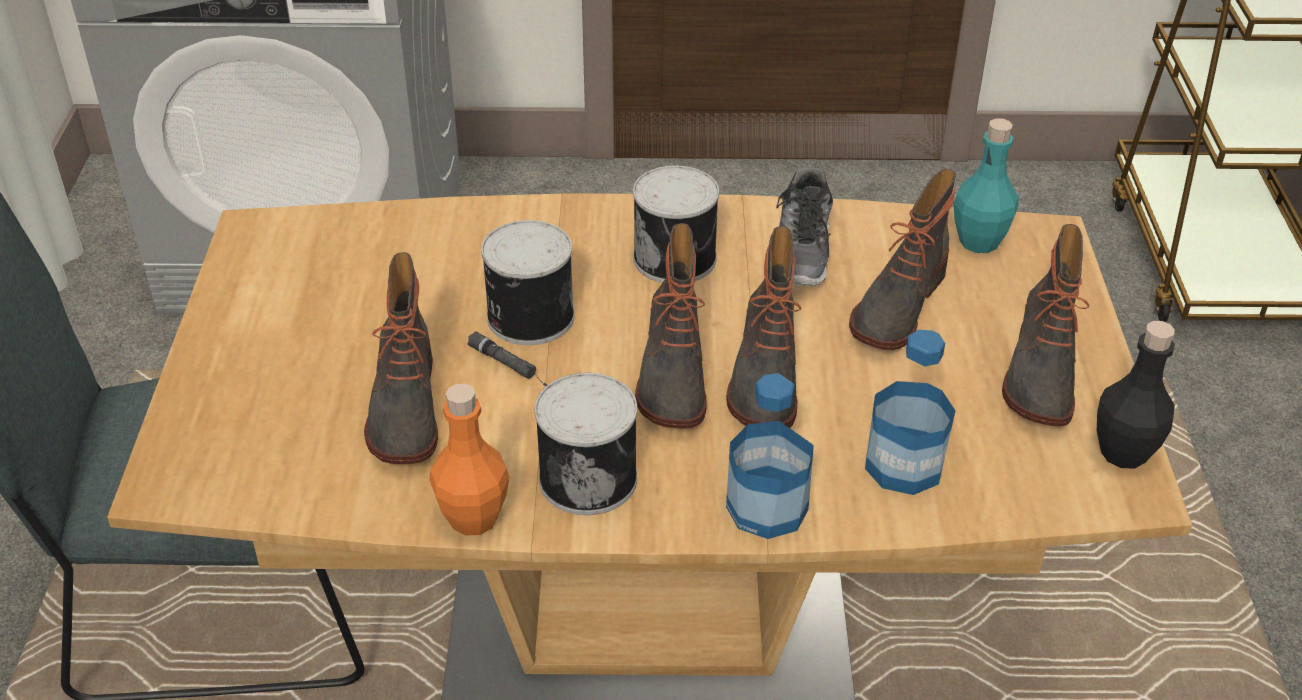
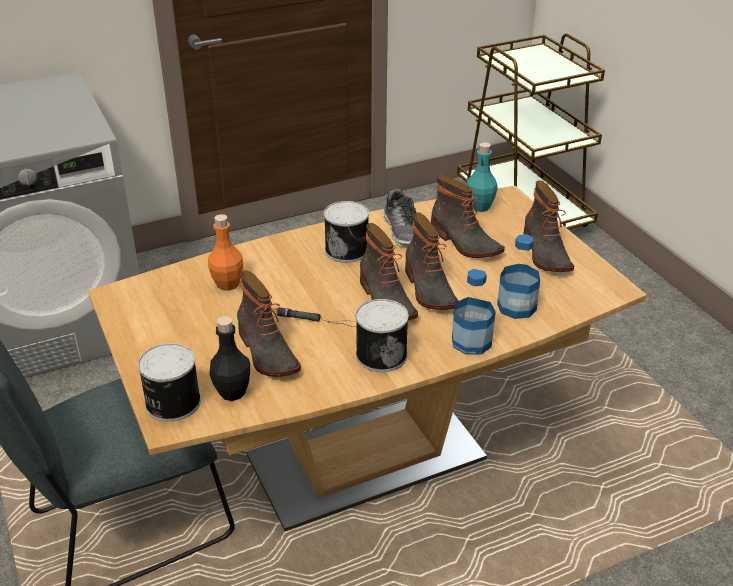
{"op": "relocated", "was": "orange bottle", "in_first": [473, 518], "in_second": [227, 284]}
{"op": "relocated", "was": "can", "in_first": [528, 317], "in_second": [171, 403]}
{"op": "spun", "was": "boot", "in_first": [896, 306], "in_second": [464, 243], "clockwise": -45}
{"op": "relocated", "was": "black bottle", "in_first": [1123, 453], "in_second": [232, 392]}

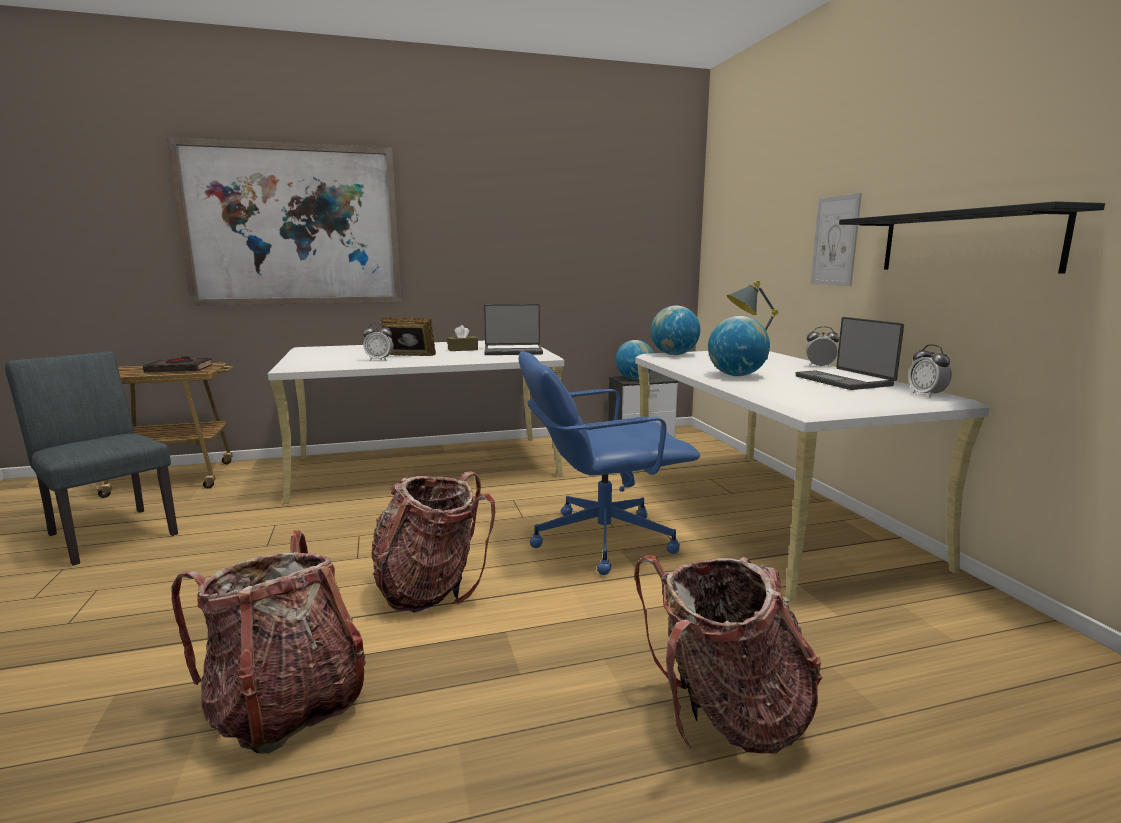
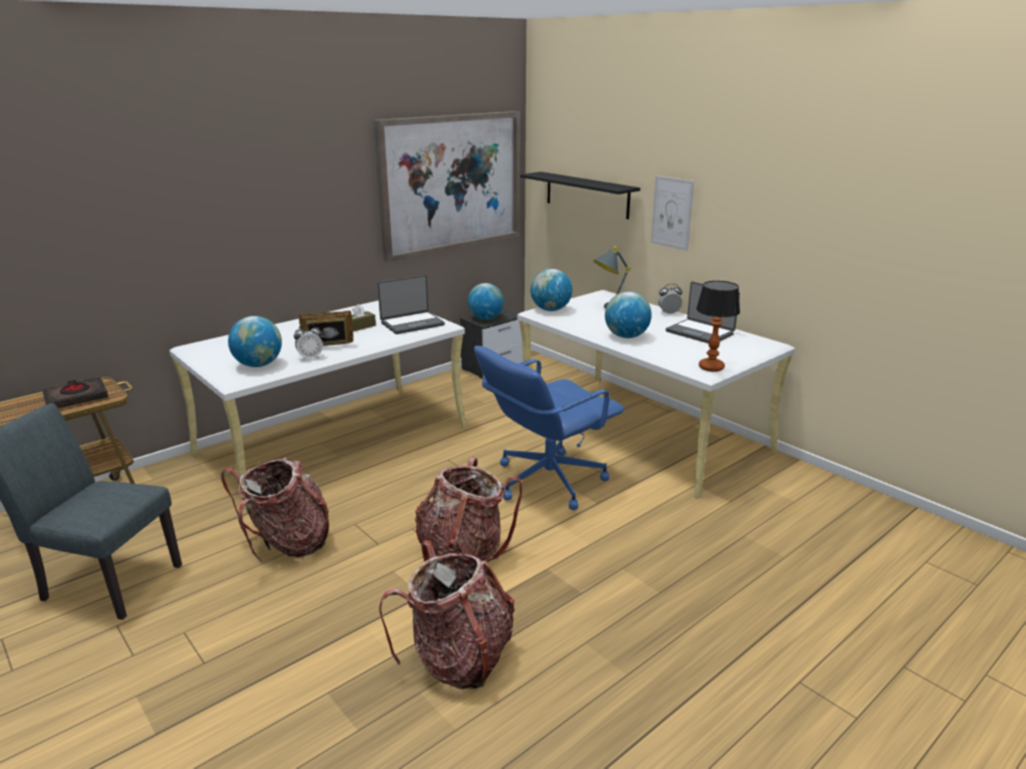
{"op": "relocated", "was": "picture", "in_first": [294, 226], "in_second": [451, 183]}
{"op": "relocated", "was": "backpack", "in_first": [726, 716], "in_second": [288, 544]}
{"op": "relocated", "was": "black shelf", "in_first": [965, 242], "in_second": [587, 194]}
{"op": "missing", "was": "alarm clock", "in_first": [926, 395]}
{"op": "appeared", "now": "globe", "in_second": [258, 365]}
{"op": "appeared", "now": "table lamp", "in_second": [711, 367]}

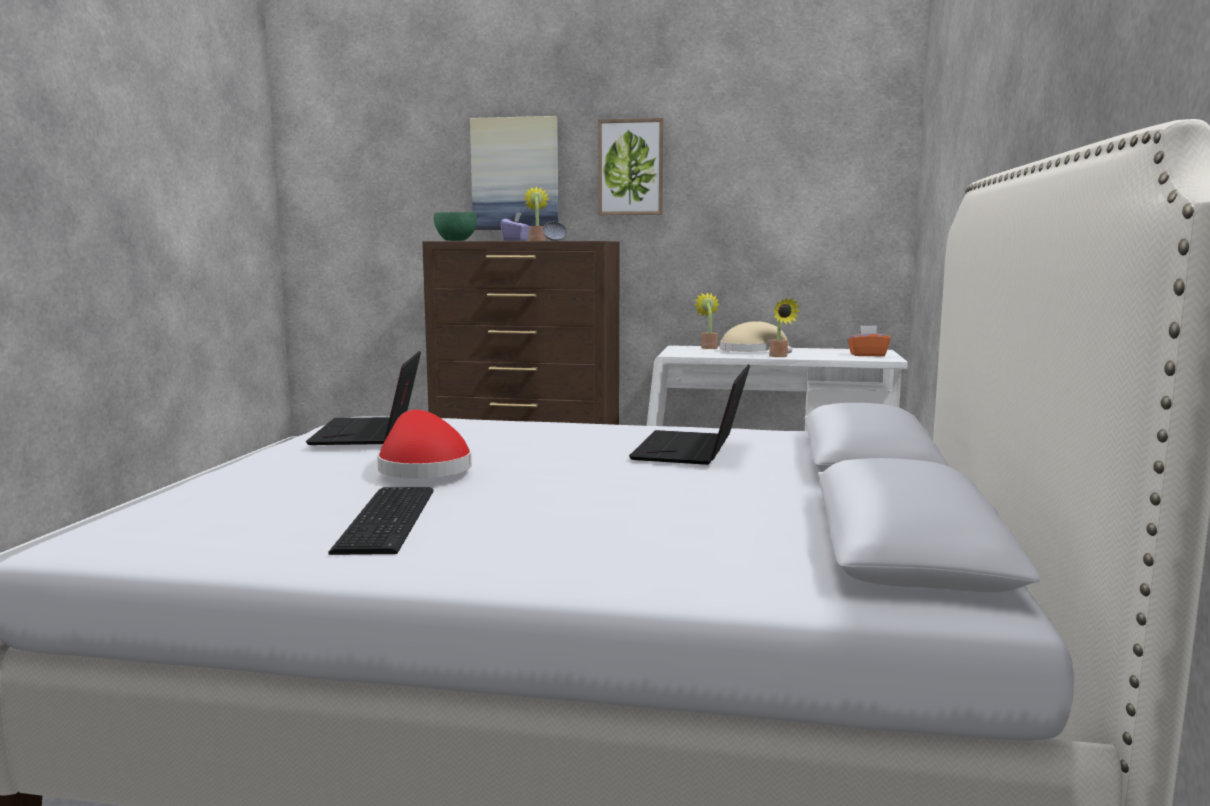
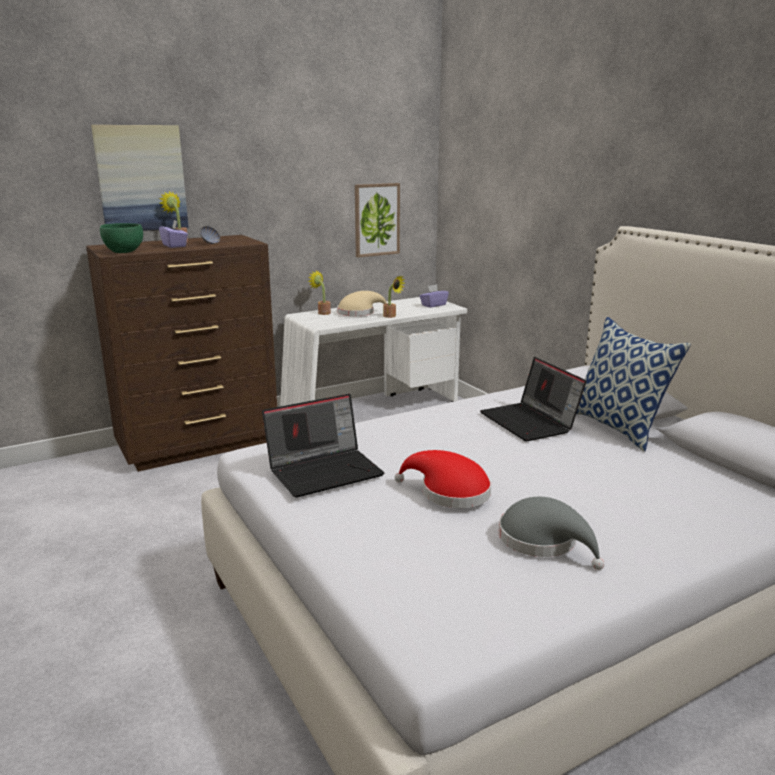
{"op": "spun", "was": "laptop", "in_first": [369, 433], "in_second": [325, 470], "clockwise": -75}
{"op": "exchanged", "was": "keyboard", "now": "grey hat", "in_first": [391, 518], "in_second": [543, 541]}
{"op": "relocated", "was": "picture", "in_first": [630, 167], "in_second": [376, 219]}
{"op": "colour", "was": "orange tissue box", "now": "purple tissue box", "in_first": [867, 355], "in_second": [433, 305]}
{"op": "appeared", "now": "pillow", "in_second": [618, 428]}

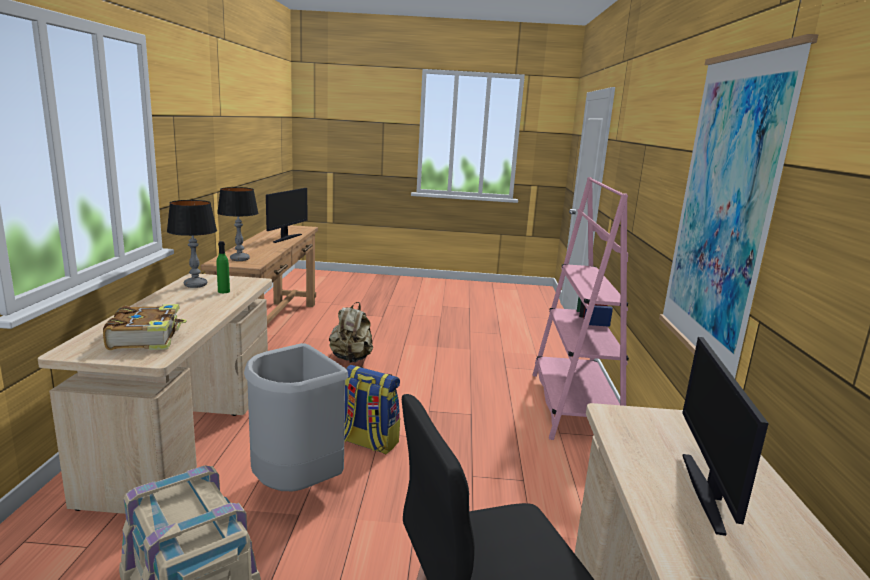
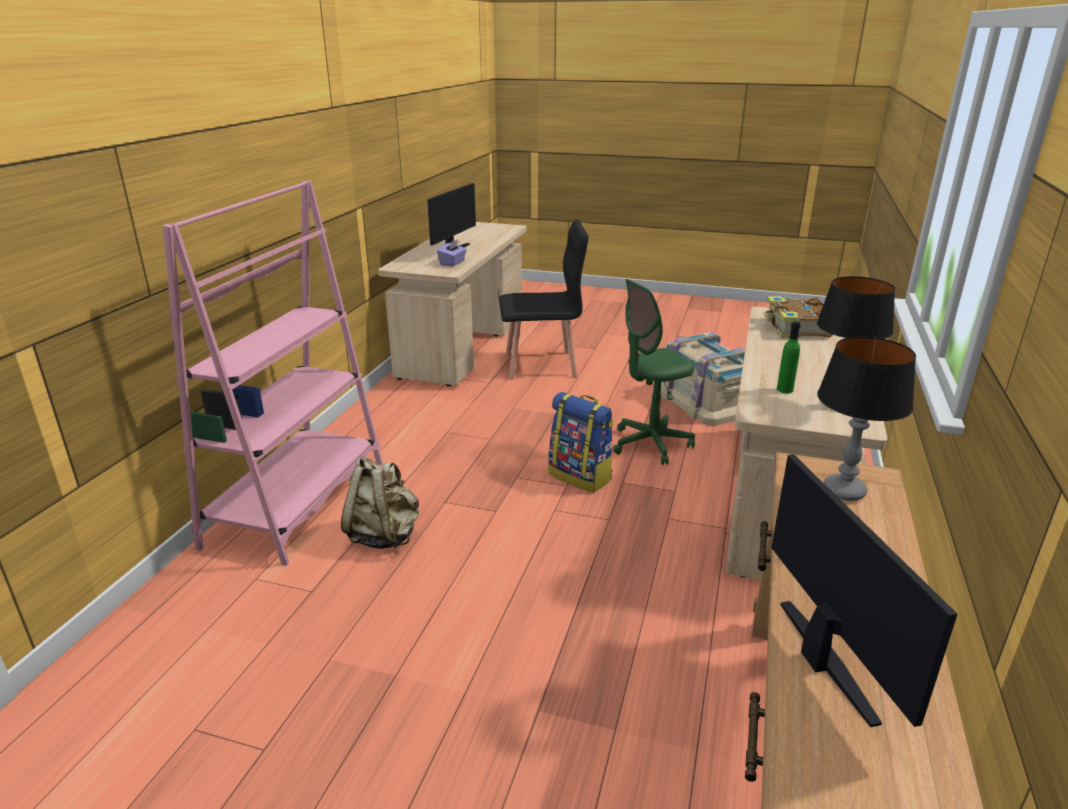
{"op": "exchanged", "was": "grey trash can", "now": "green office chair", "in_first": [295, 486], "in_second": [650, 444]}
{"op": "spun", "was": "monitor", "in_first": [286, 238], "in_second": [820, 660], "clockwise": 135}
{"op": "relocated", "was": "beige backpack", "in_first": [351, 359], "in_second": [384, 535]}
{"op": "missing", "was": "picture", "in_first": [723, 210]}
{"op": "appeared", "now": "purple tissue box", "in_second": [452, 263]}

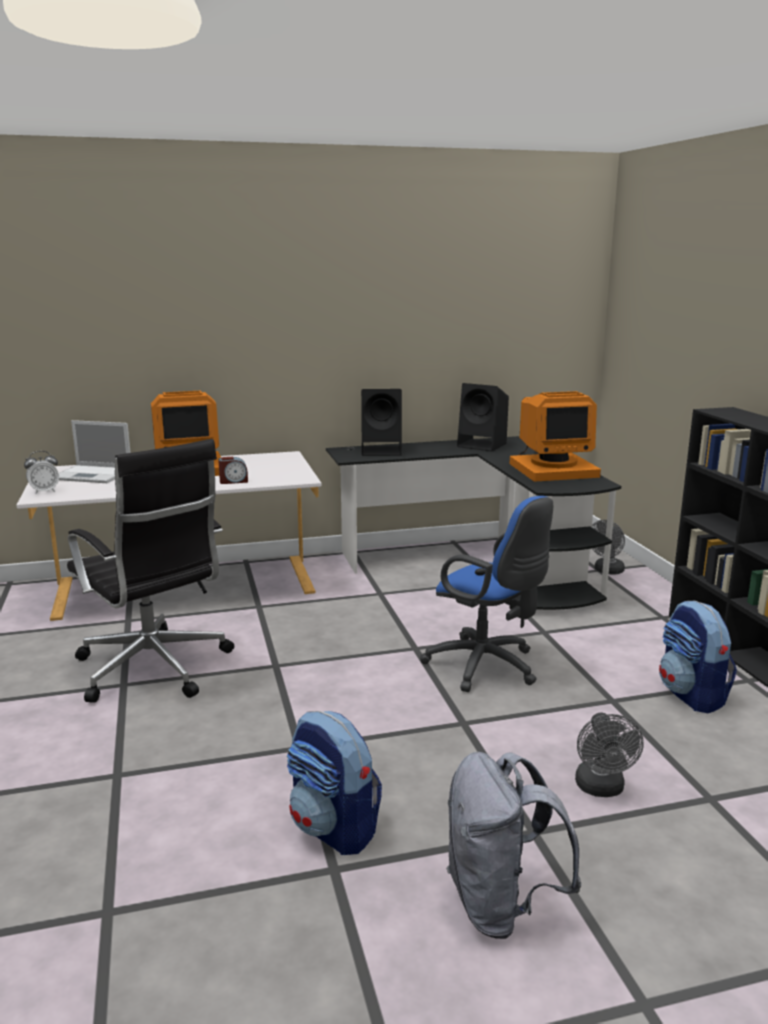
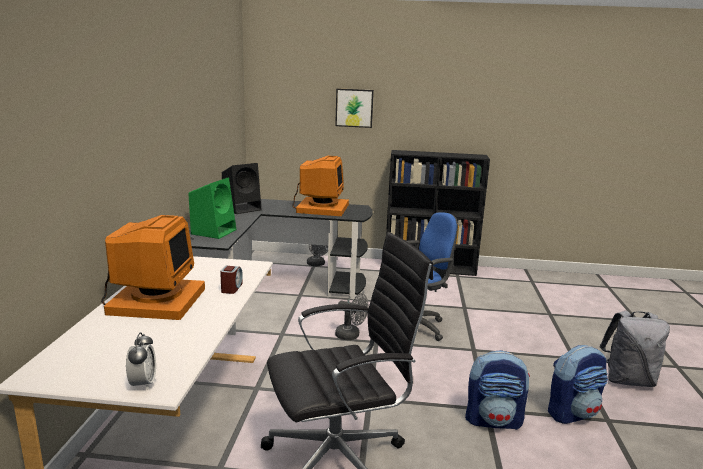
{"op": "missing", "was": "laptop", "in_first": [93, 475]}
{"op": "colour", "was": "black speaker", "now": "green speaker", "in_first": [382, 451], "in_second": [214, 231]}
{"op": "relocated", "was": "grey fan", "in_first": [601, 789], "in_second": [351, 335]}
{"op": "relocated", "was": "backpack", "in_first": [692, 695], "in_second": [493, 420]}
{"op": "appeared", "now": "picture", "in_second": [354, 108]}

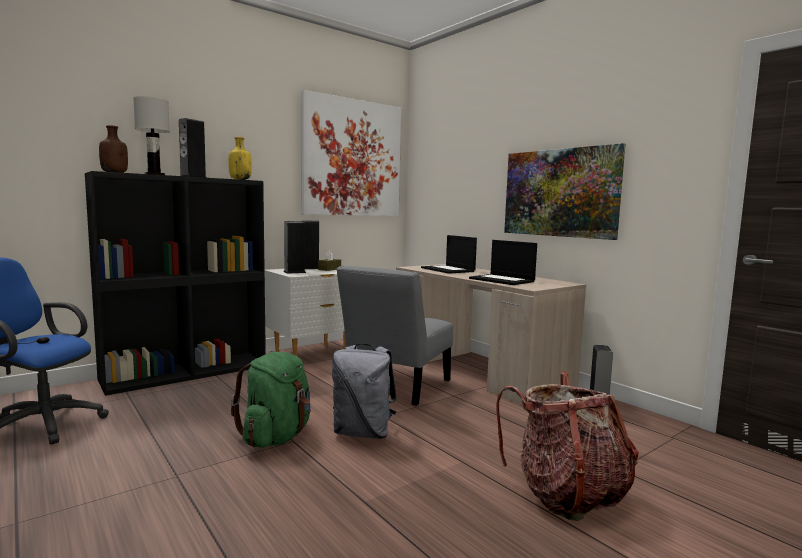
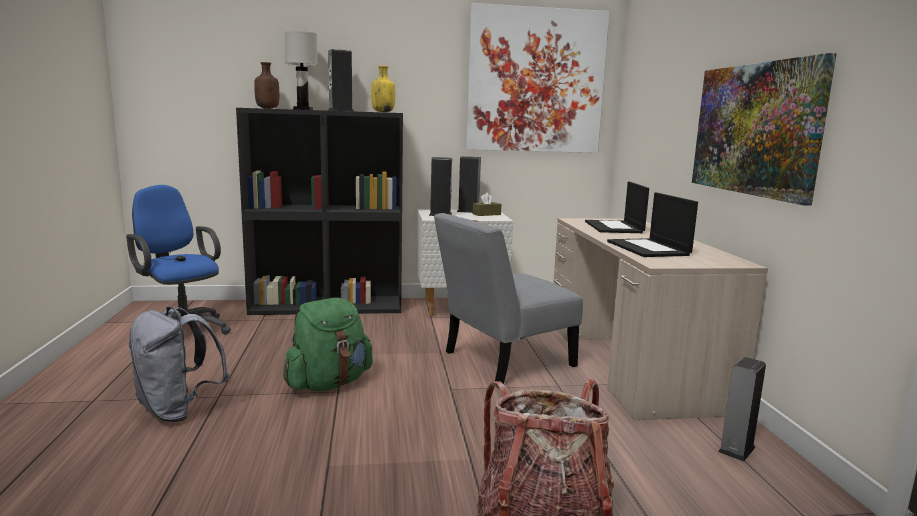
{"op": "relocated", "was": "grey backpack", "in_first": [363, 433], "in_second": [178, 410]}

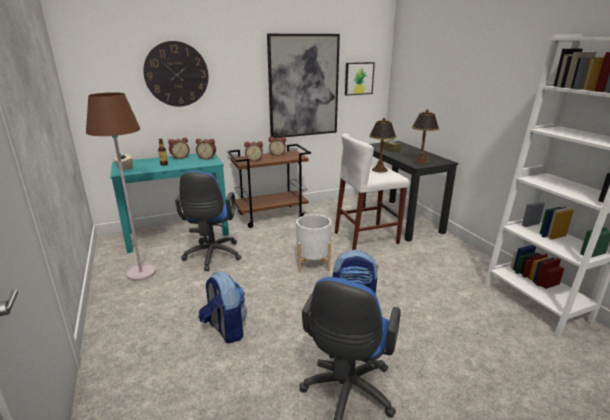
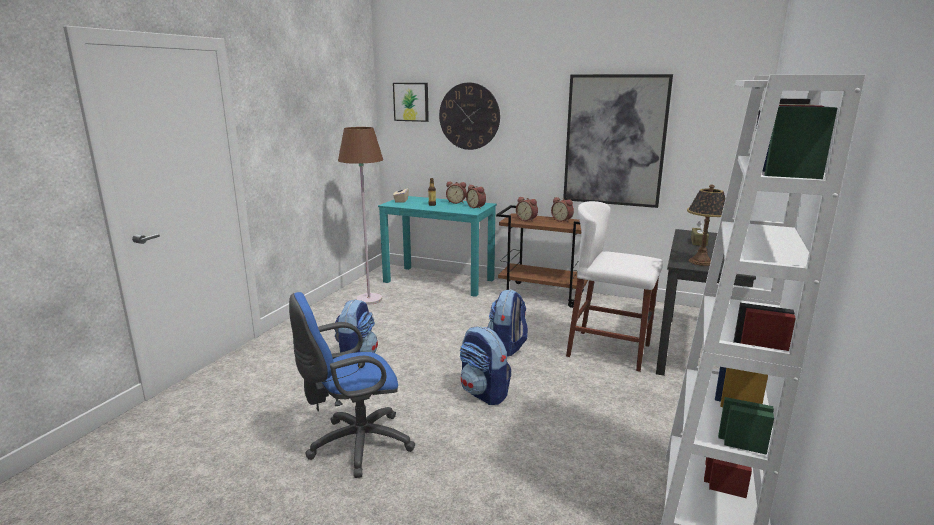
{"op": "missing", "was": "blue office chair", "in_first": [212, 257]}
{"op": "exchanged", "was": "white planter", "now": "backpack", "in_first": [313, 263], "in_second": [507, 348]}
{"op": "relocated", "was": "picture", "in_first": [358, 78], "in_second": [411, 102]}
{"op": "missing", "was": "table lamp", "in_first": [379, 170]}

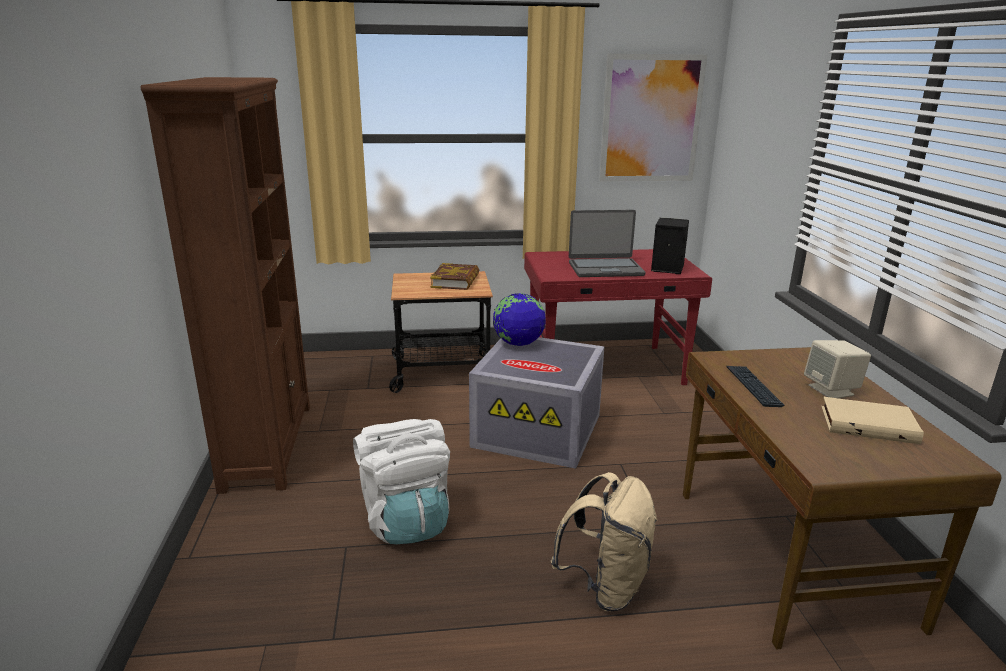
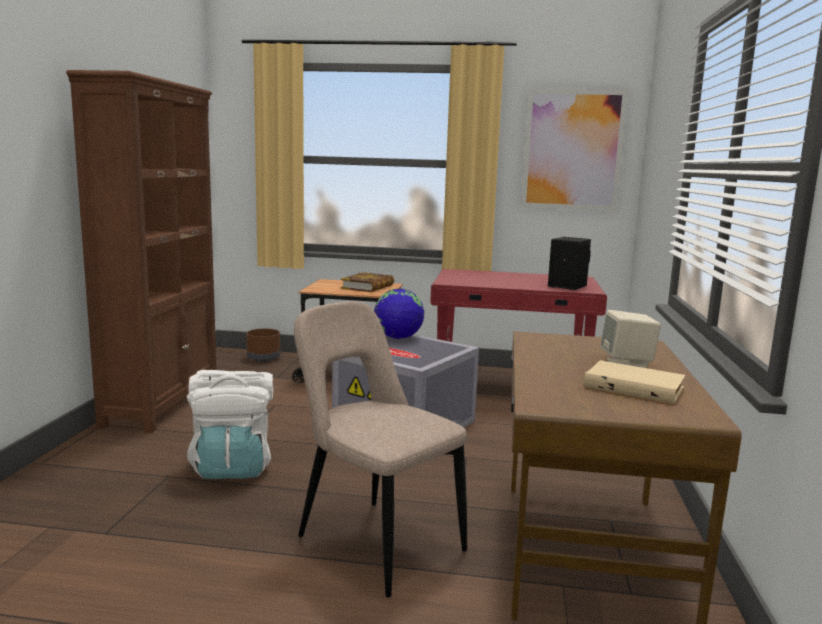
{"op": "exchanged", "was": "beige backpack", "now": "beige chair", "in_first": [605, 586], "in_second": [375, 541]}
{"op": "missing", "was": "laptop", "in_first": [605, 269]}
{"op": "missing", "was": "keyboard", "in_first": [753, 387]}
{"op": "appeared", "now": "brown planter", "in_second": [264, 358]}

